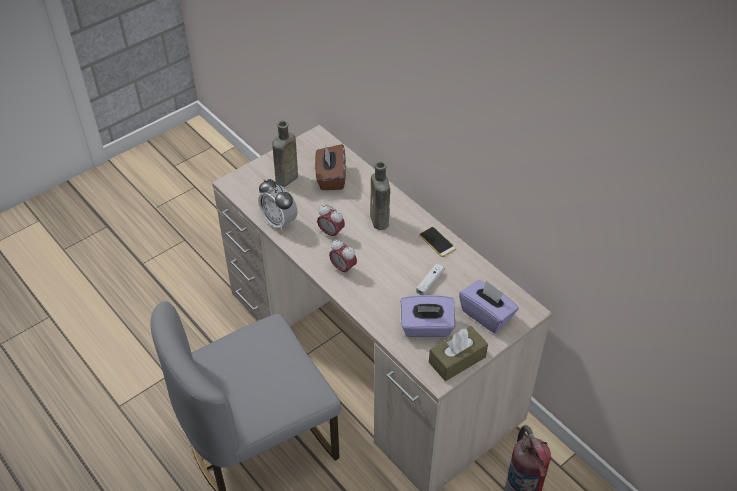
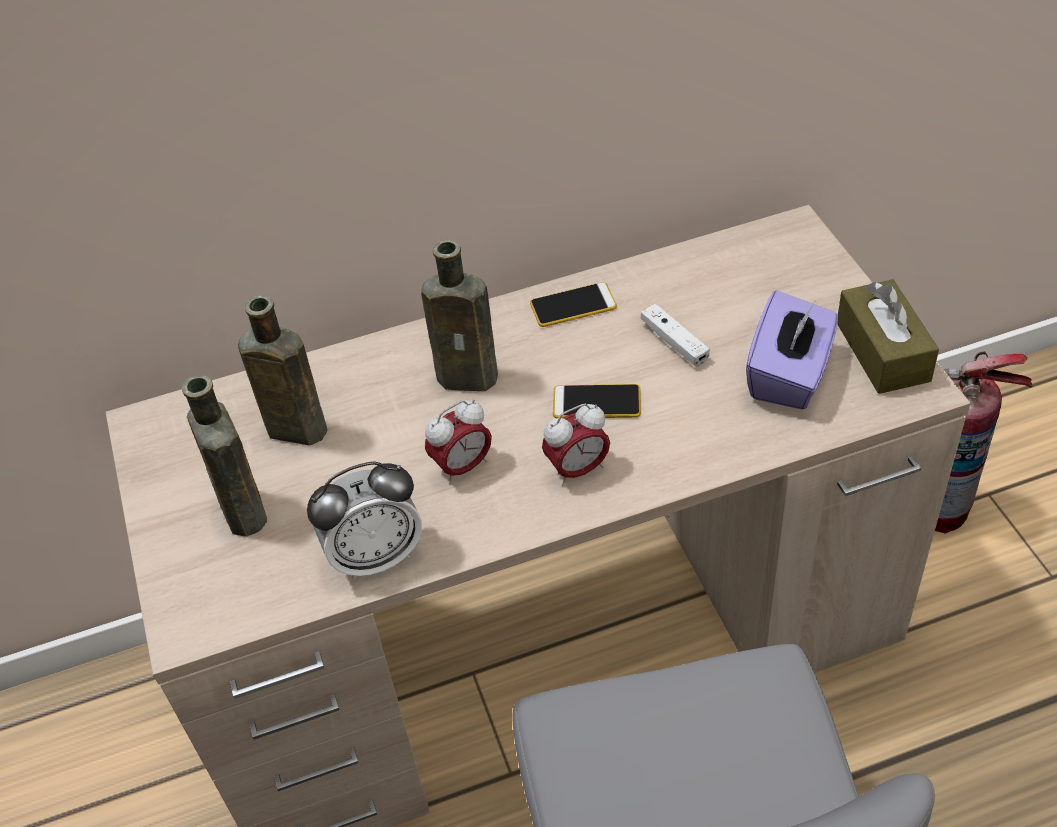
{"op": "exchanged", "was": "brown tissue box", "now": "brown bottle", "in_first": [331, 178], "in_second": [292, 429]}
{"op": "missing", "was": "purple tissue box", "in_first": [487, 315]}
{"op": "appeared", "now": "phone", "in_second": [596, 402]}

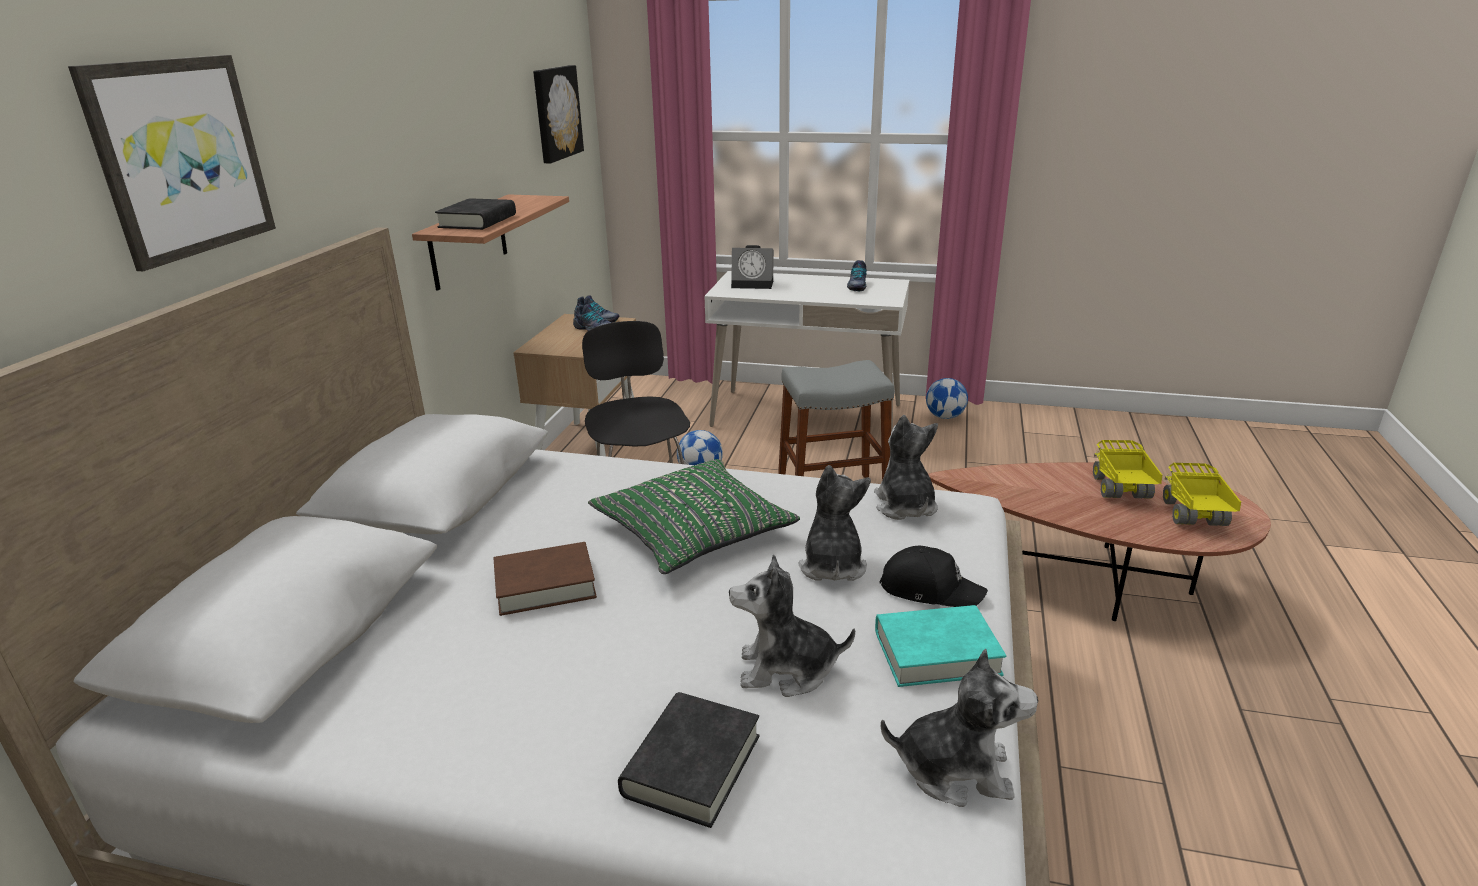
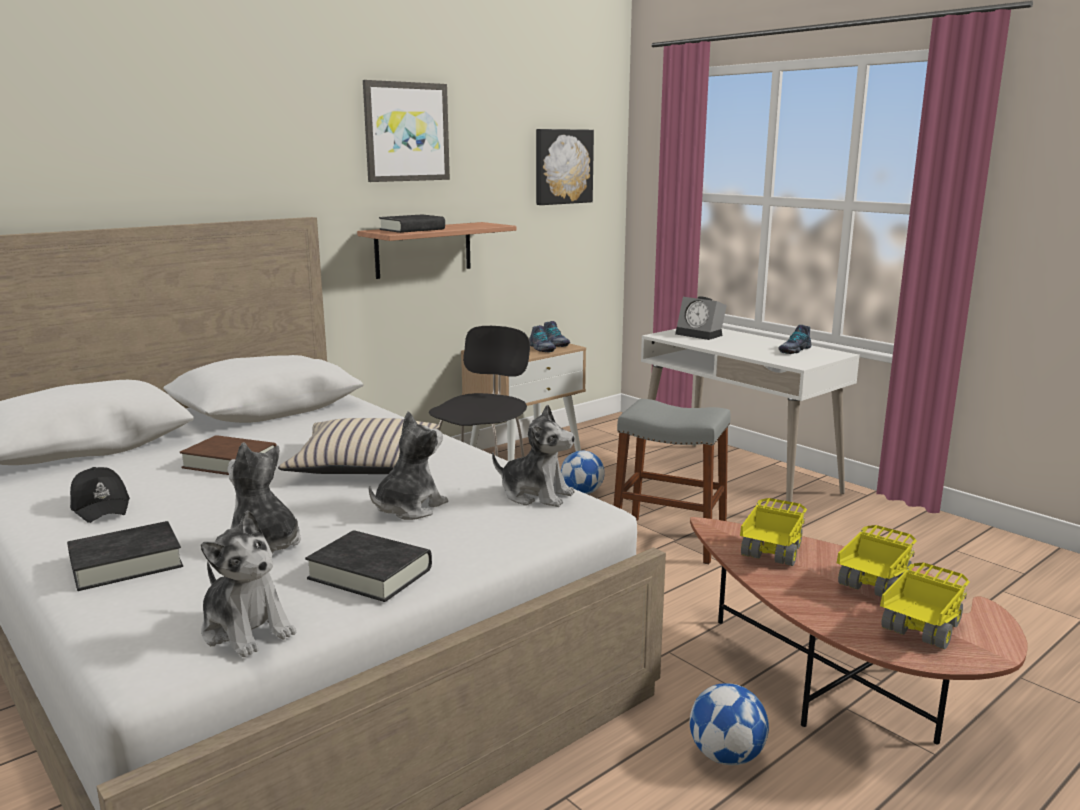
{"op": "relocated", "was": "picture", "in_first": [180, 158], "in_second": [406, 132]}
{"op": "colour", "was": "green pillow", "now": "beige pillow", "in_first": [694, 530], "in_second": [365, 464]}
{"op": "spun", "was": "plush toy", "in_first": [905, 506], "in_second": [536, 495], "clockwise": 90}
{"op": "colour", "was": "turquoise book", "now": "black book", "in_first": [936, 653], "in_second": [370, 574]}
{"op": "relocated", "was": "black cap", "in_first": [930, 589], "in_second": [101, 506]}
{"op": "relocated", "was": "football", "in_first": [945, 417], "in_second": [726, 756]}
{"op": "appeared", "now": "toy truck", "in_second": [771, 553]}

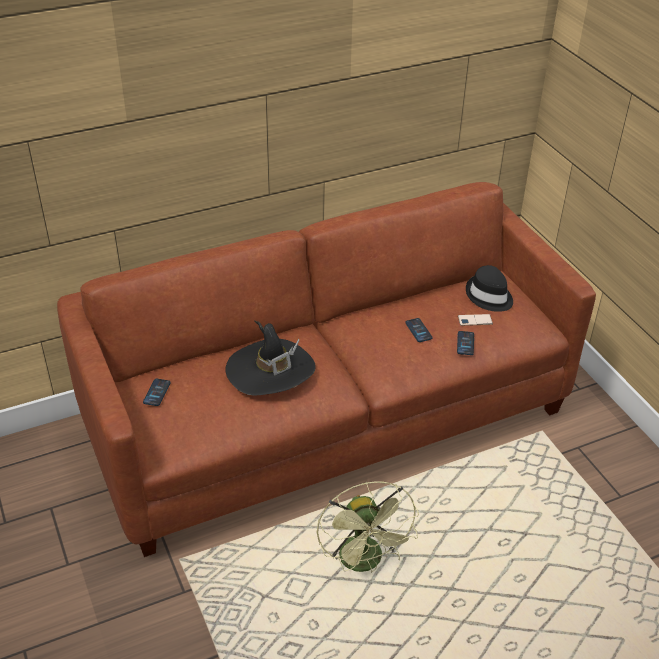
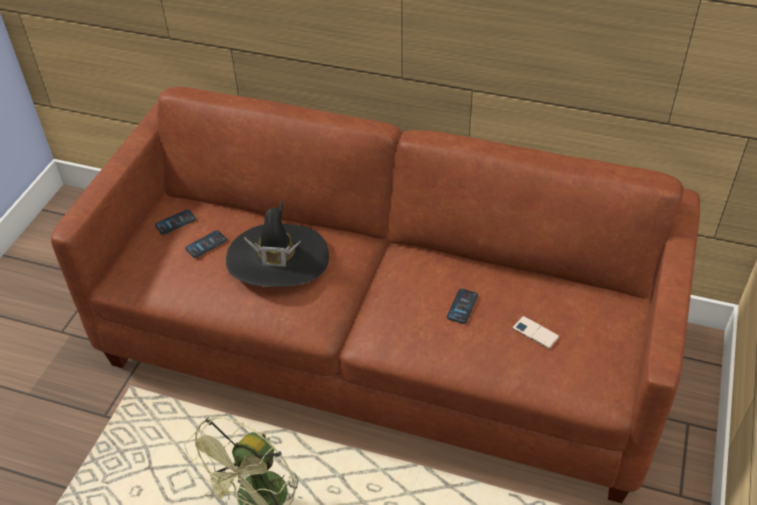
{"op": "relocated", "was": "phone", "in_first": [465, 343], "in_second": [206, 244]}
{"op": "missing", "was": "black hat", "in_first": [489, 296]}

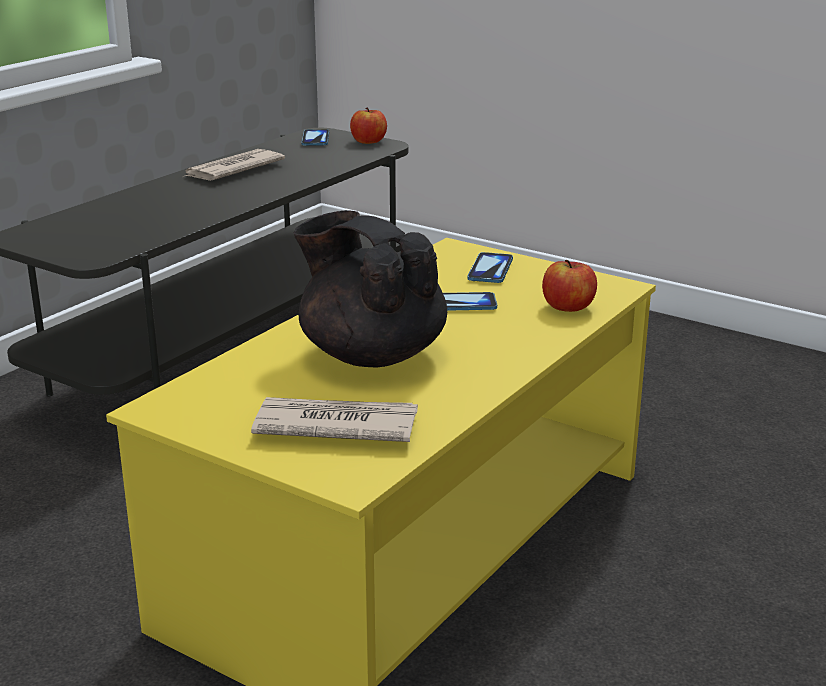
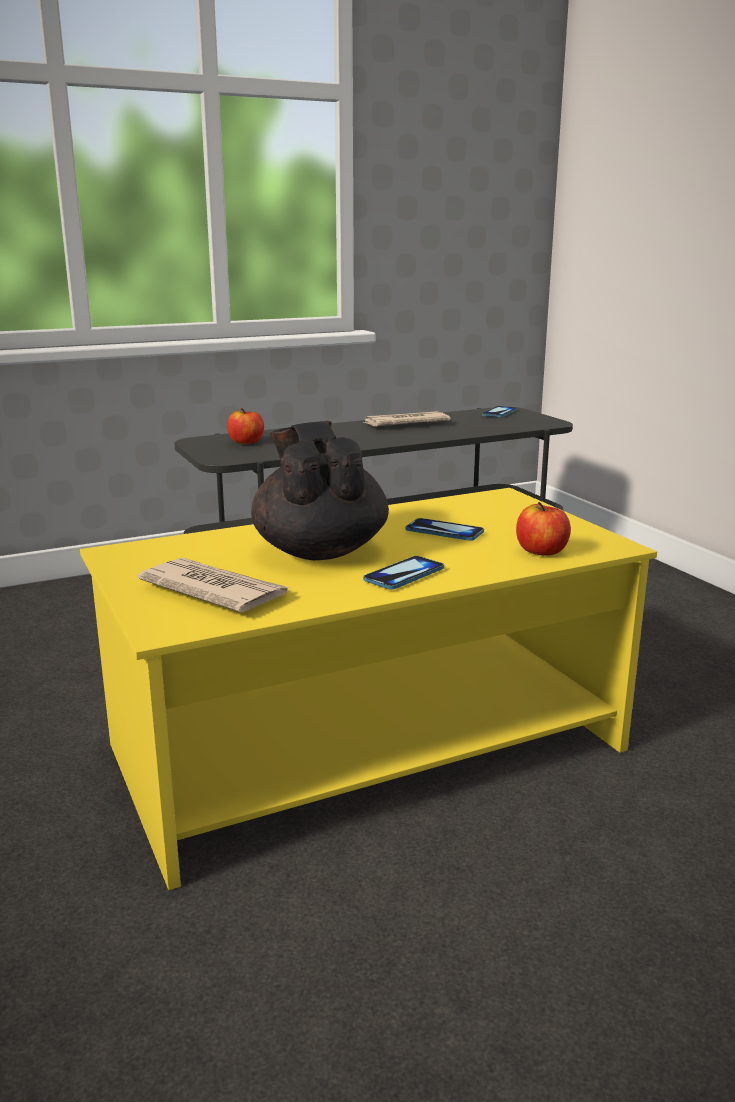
{"op": "relocated", "was": "apple", "in_first": [368, 141], "in_second": [246, 442]}
{"op": "relocated", "was": "phone", "in_first": [490, 270], "in_second": [404, 575]}

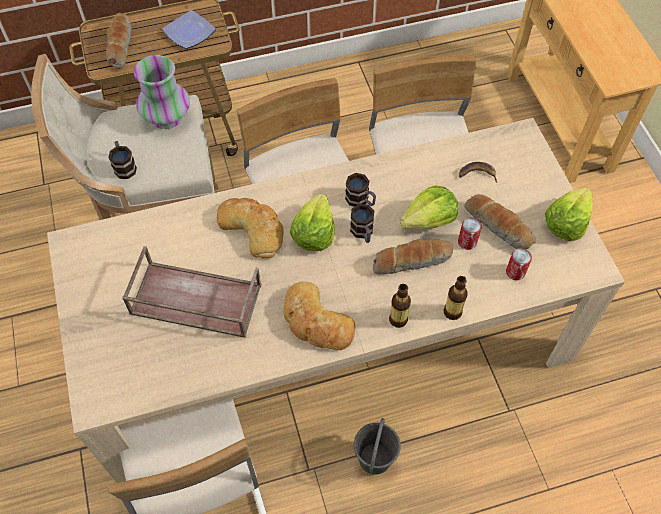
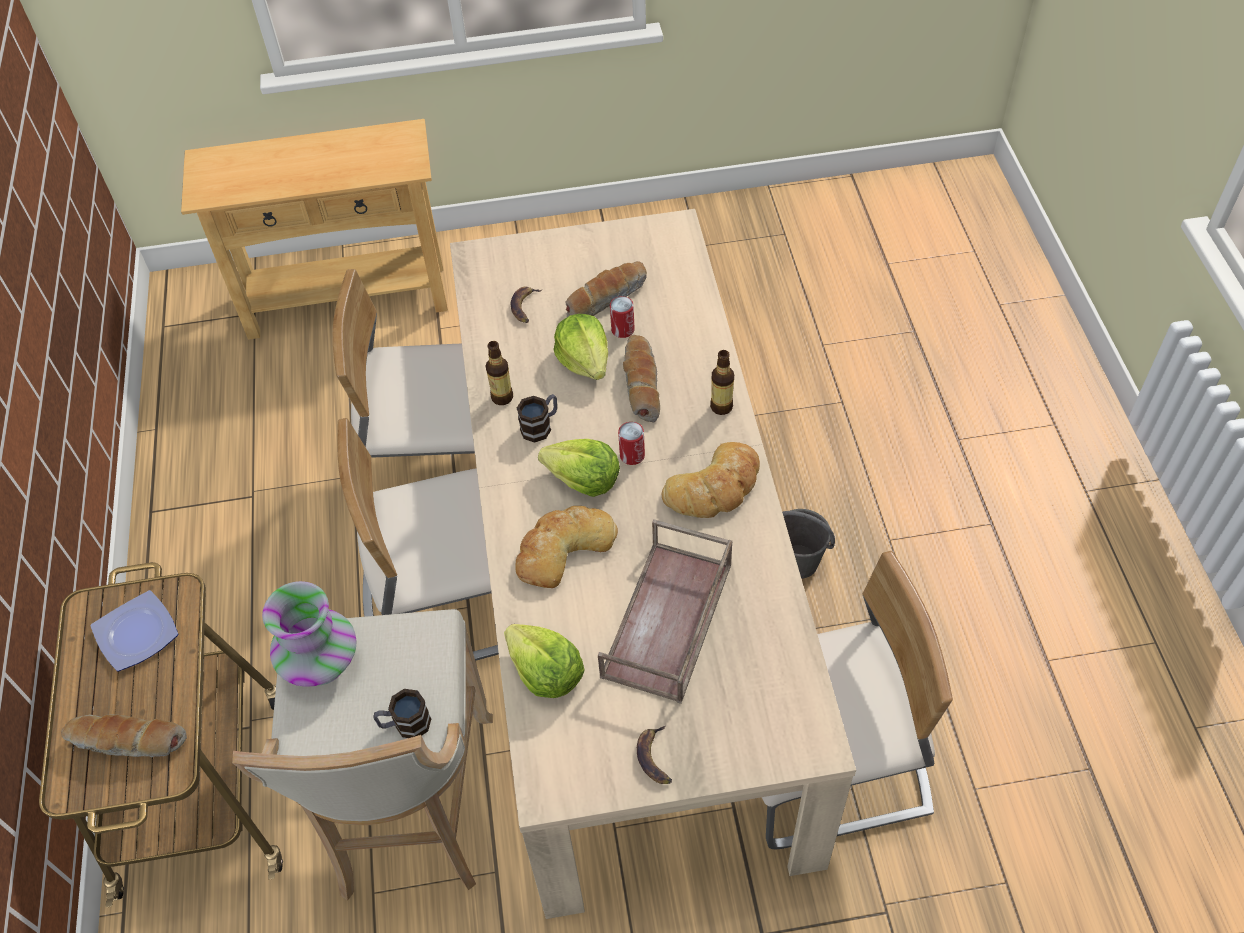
{"op": "missing", "was": "mug", "in_first": [363, 233]}
{"op": "relocated", "was": "bottle", "in_first": [452, 312], "in_second": [502, 397]}
{"op": "relocated", "was": "can", "in_first": [515, 272], "in_second": [632, 455]}
{"op": "relocated", "was": "lettuce", "in_first": [566, 223], "in_second": [545, 672]}
{"op": "appeared", "now": "banana", "in_second": [655, 758]}

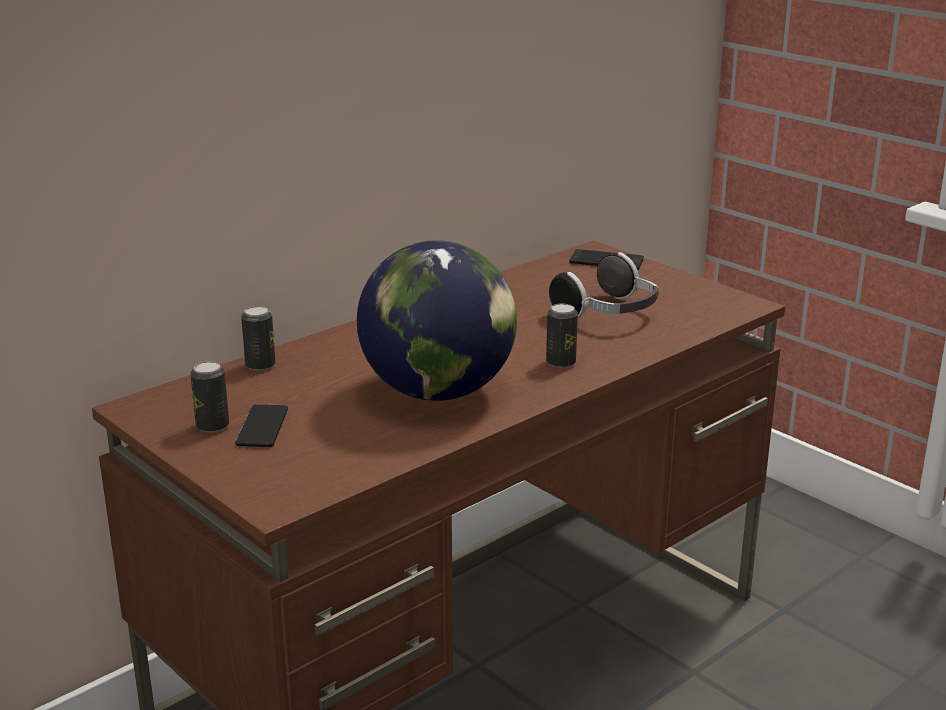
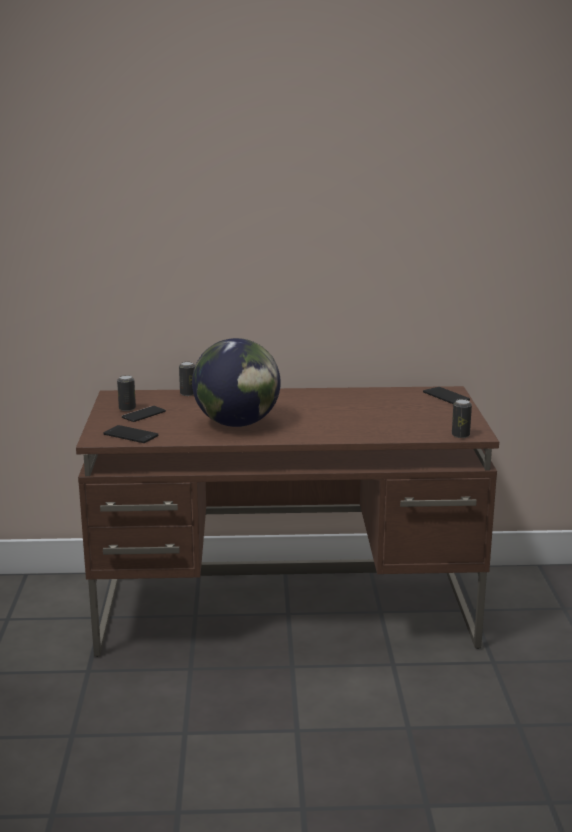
{"op": "relocated", "was": "can", "in_first": [561, 362], "in_second": [460, 435]}
{"op": "missing", "was": "headphones", "in_first": [609, 314]}
{"op": "appeared", "now": "phone", "in_second": [130, 435]}

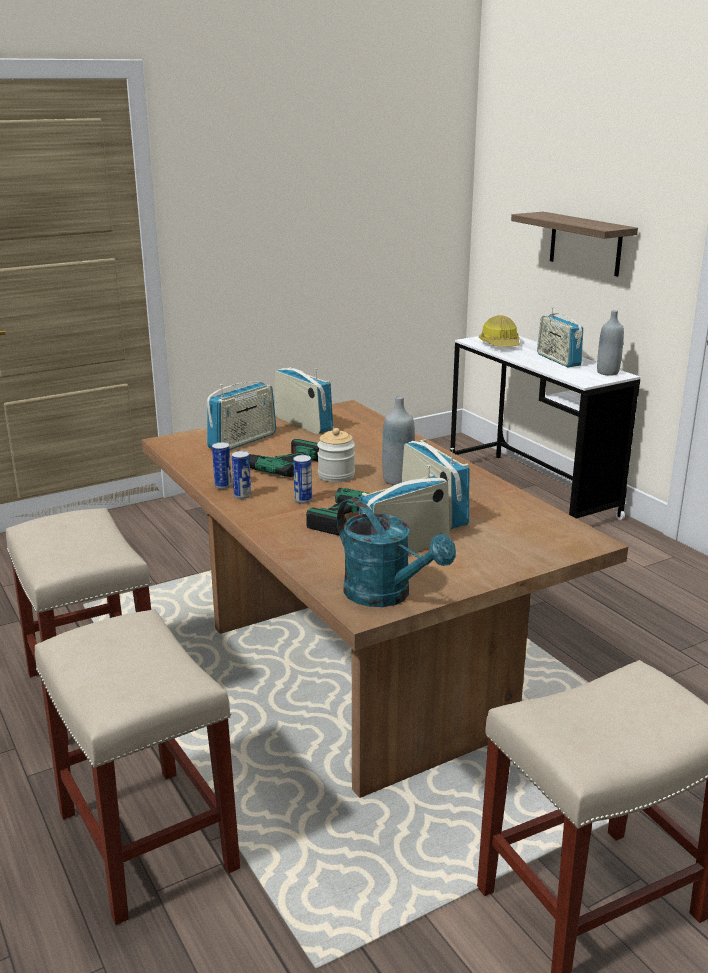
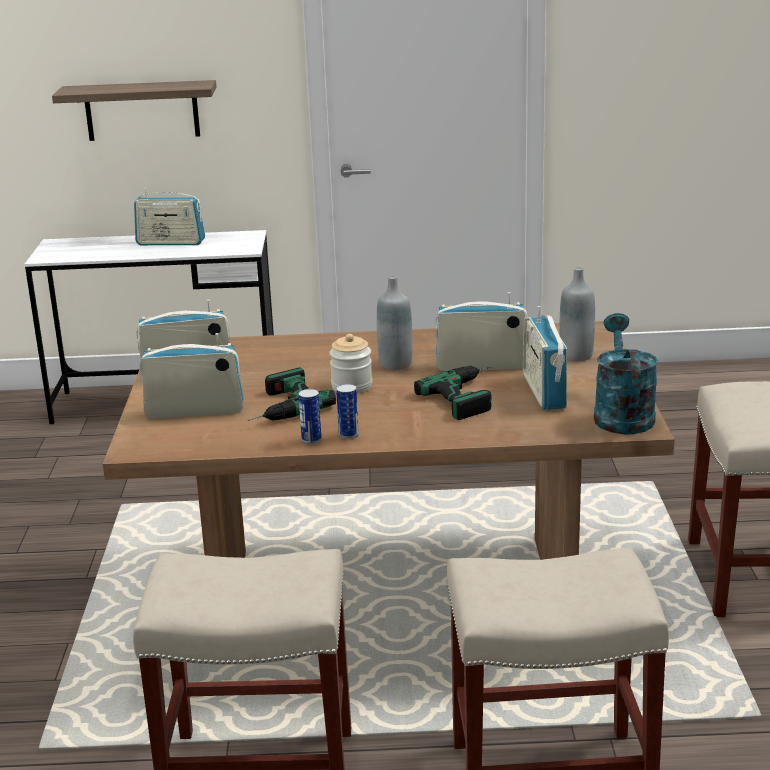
{"op": "spun", "was": "radio", "in_first": [242, 441], "in_second": [194, 411], "clockwise": -75}
{"op": "missing", "was": "can", "in_first": [303, 500]}
{"op": "spun", "was": "turquoise watering can", "in_first": [386, 595], "in_second": [621, 414], "clockwise": -75}
{"op": "missing", "was": "hard hat", "in_first": [500, 344]}
{"op": "relocated", "was": "grey bottle", "in_first": [607, 372], "in_second": [576, 356]}

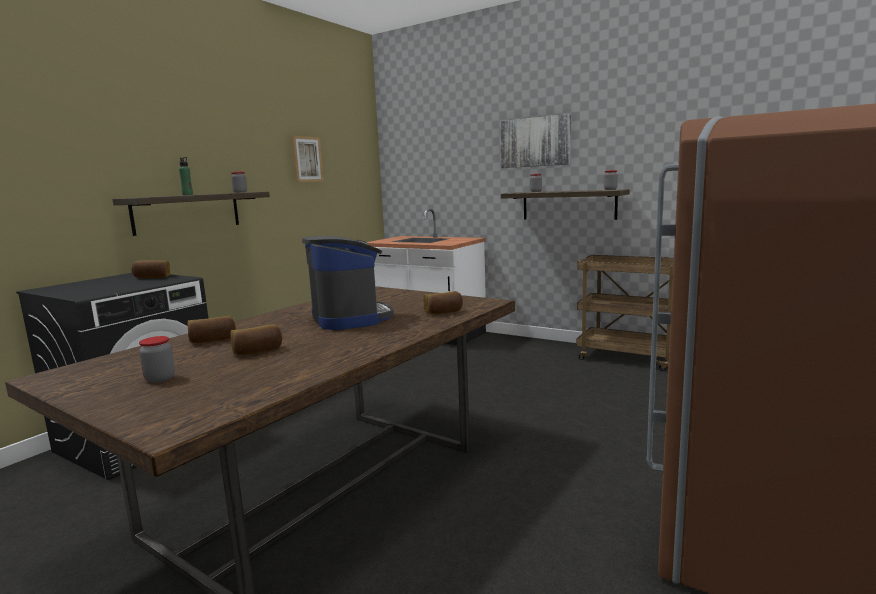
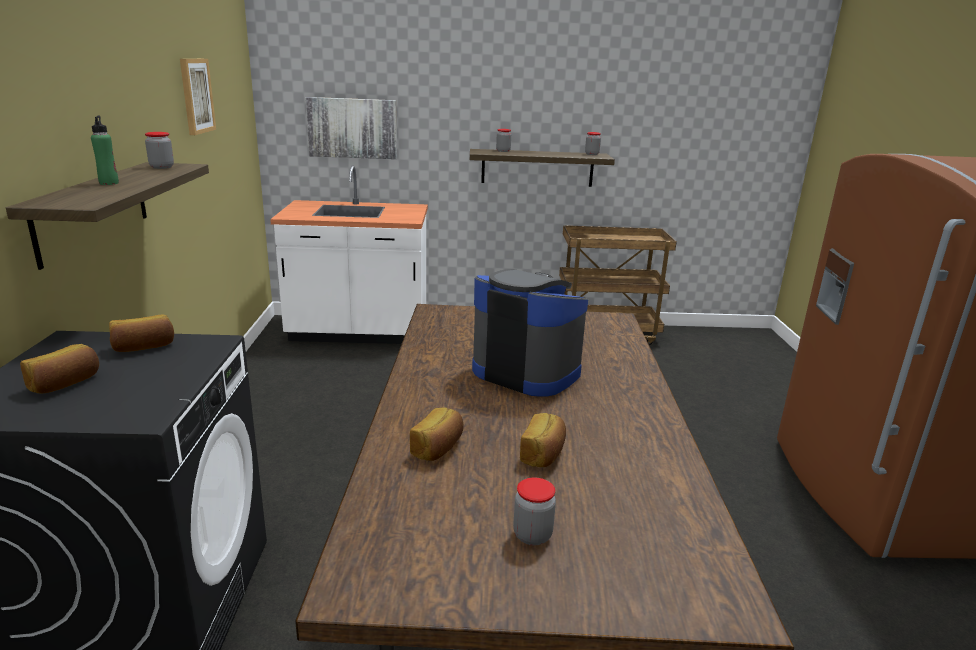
{"op": "relocated", "was": "bread", "in_first": [443, 312], "in_second": [65, 383]}
{"op": "relocated", "was": "picture", "in_first": [535, 142], "in_second": [352, 128]}

